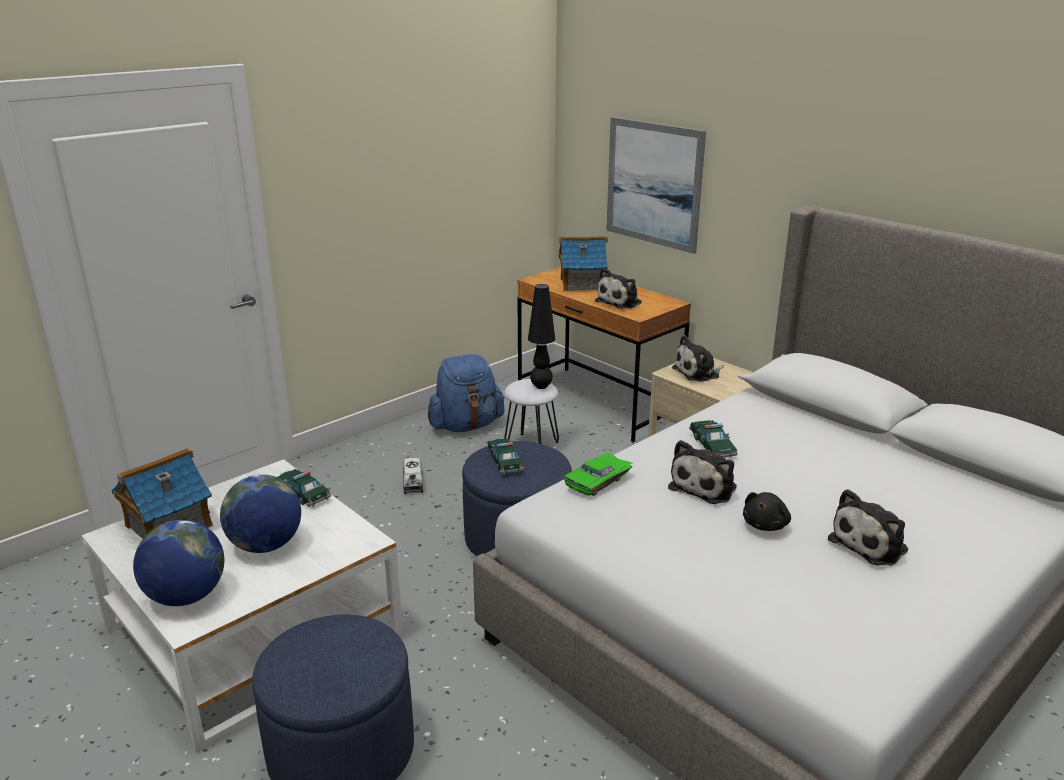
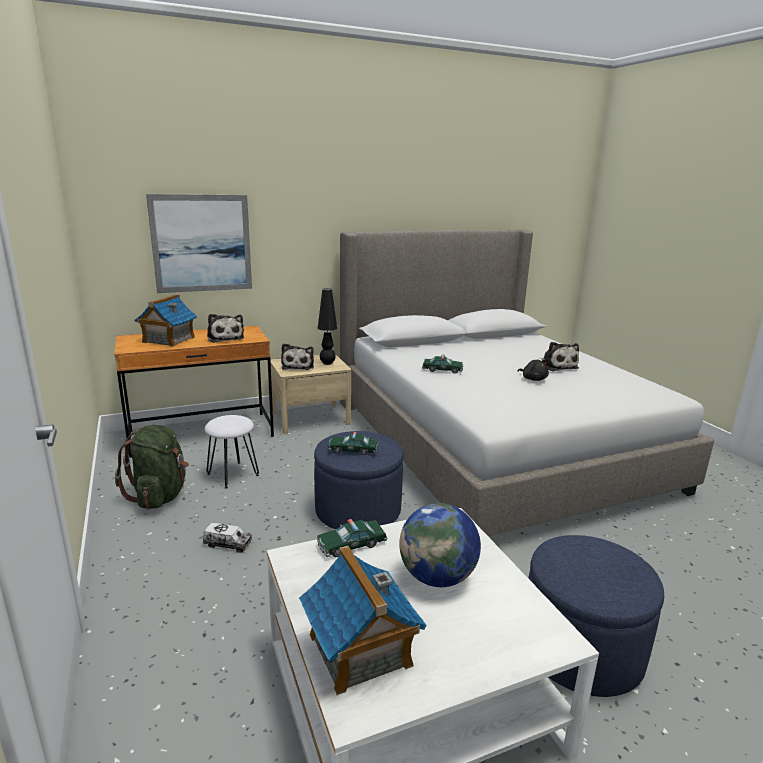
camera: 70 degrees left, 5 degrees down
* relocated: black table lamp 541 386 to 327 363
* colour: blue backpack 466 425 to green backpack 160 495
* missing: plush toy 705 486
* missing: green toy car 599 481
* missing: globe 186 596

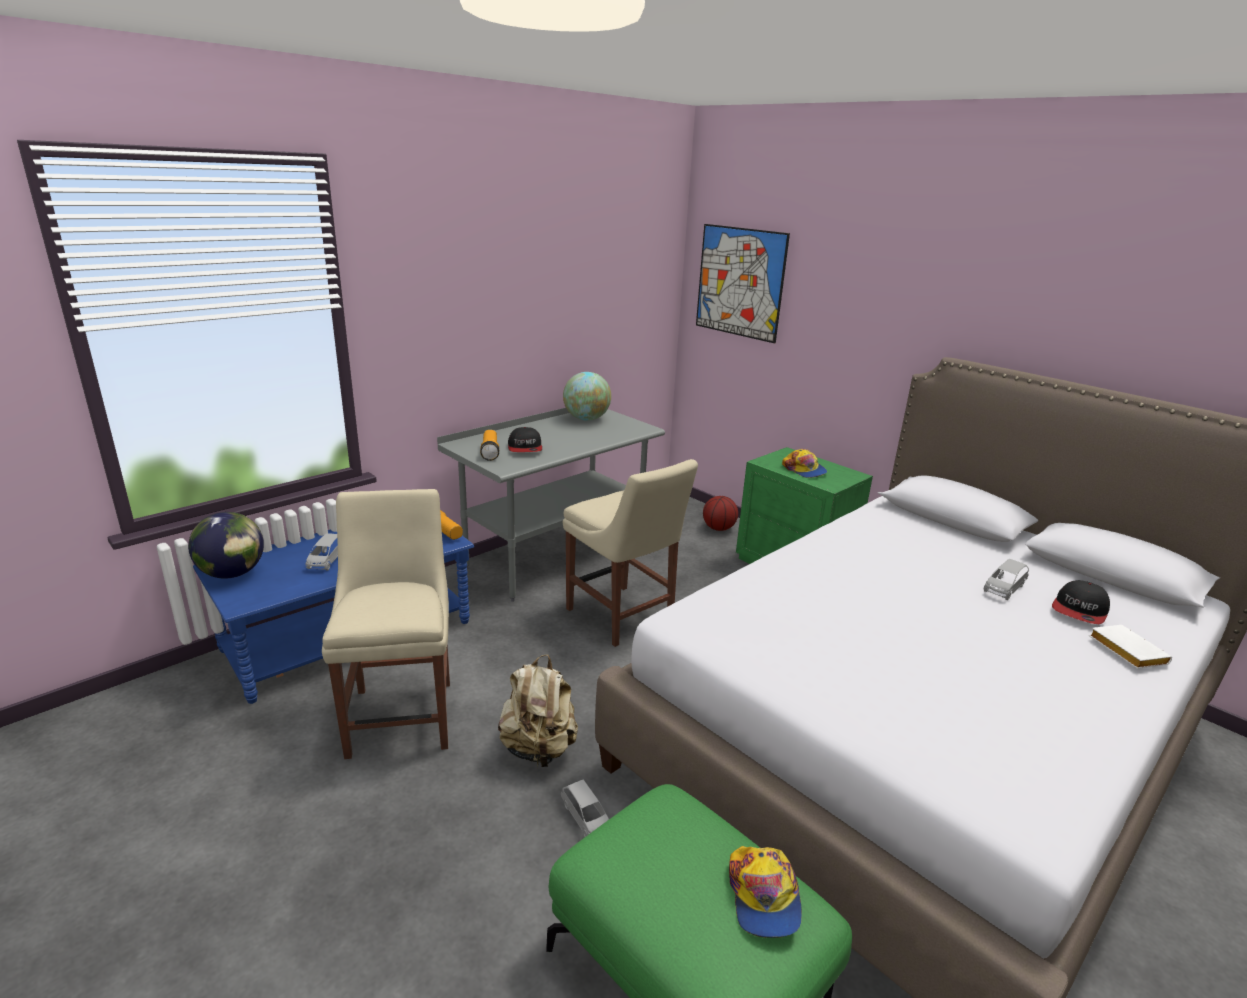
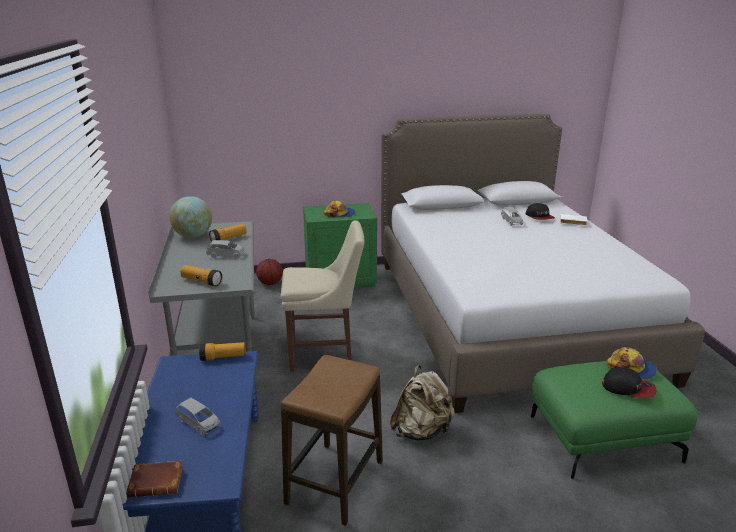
camera: 55 degrees left, 0 degrees up
* missing: picture 740 282
* relocated: cap 525 448 to 628 388
* exchanged: beige chair 402 713 to stool 335 482
* exchanged: globe 233 573 to brown book 158 482
* relocated: grey toy car 586 817 to 226 255
* appeared: flashlight 228 239

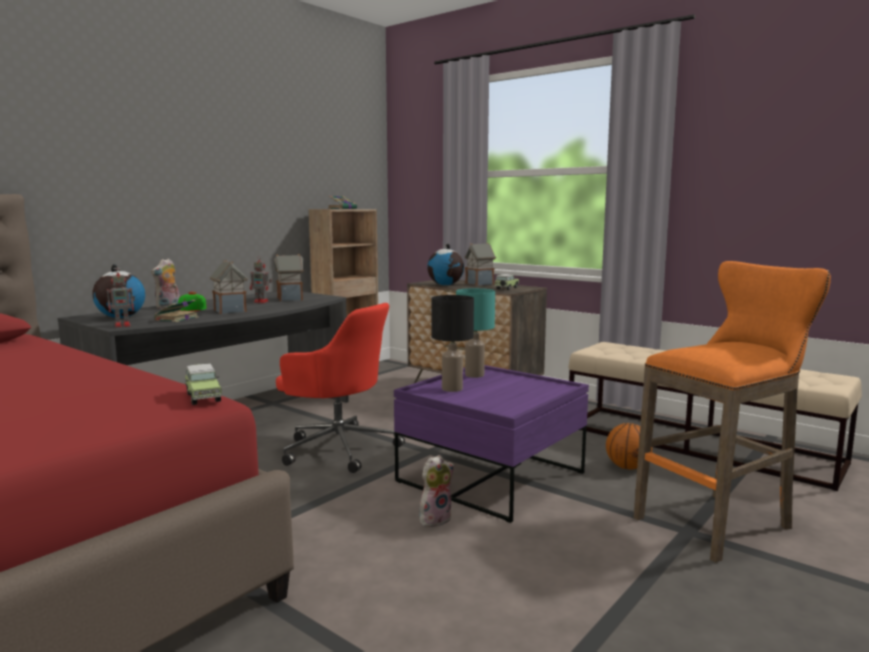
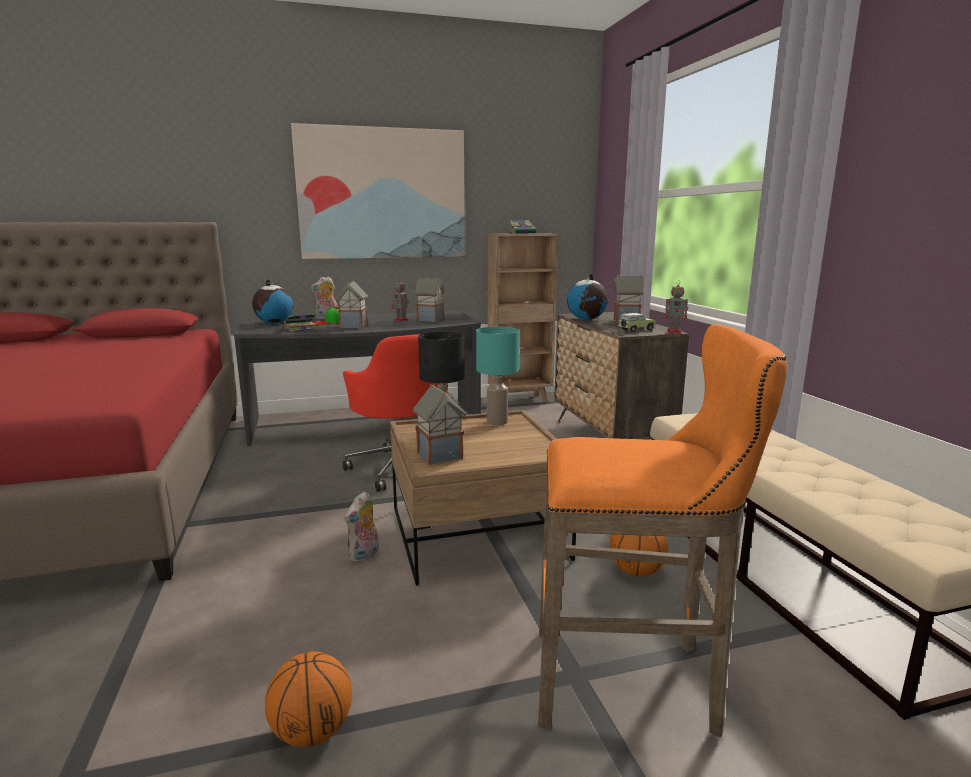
camera: 35 degrees right, 5 degrees up
* relocated: toy robot 123 325 to 675 332
* missing: toy car 203 397
* colour: purple coffee table 490 477 to brown coffee table 477 533
* spun: plush toy 435 519 = 364 556 120 degrees clockwise
* appeared: picture 383 194
* appeared: toy house 440 456
* appeared: basketball 312 732

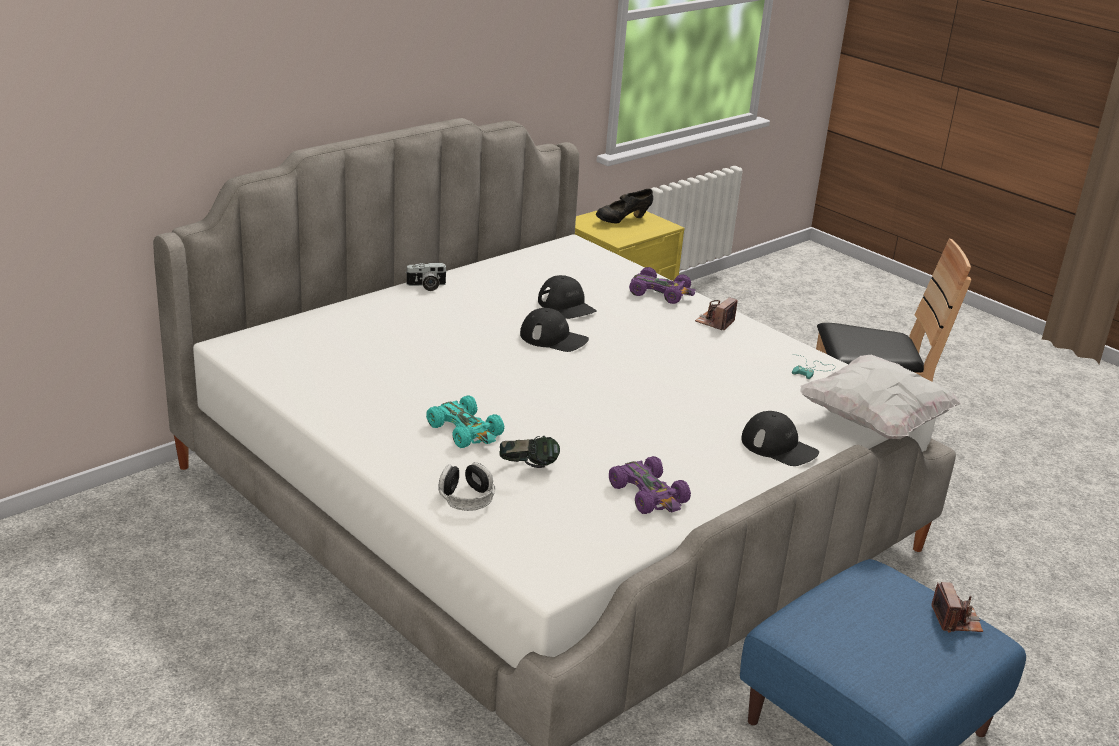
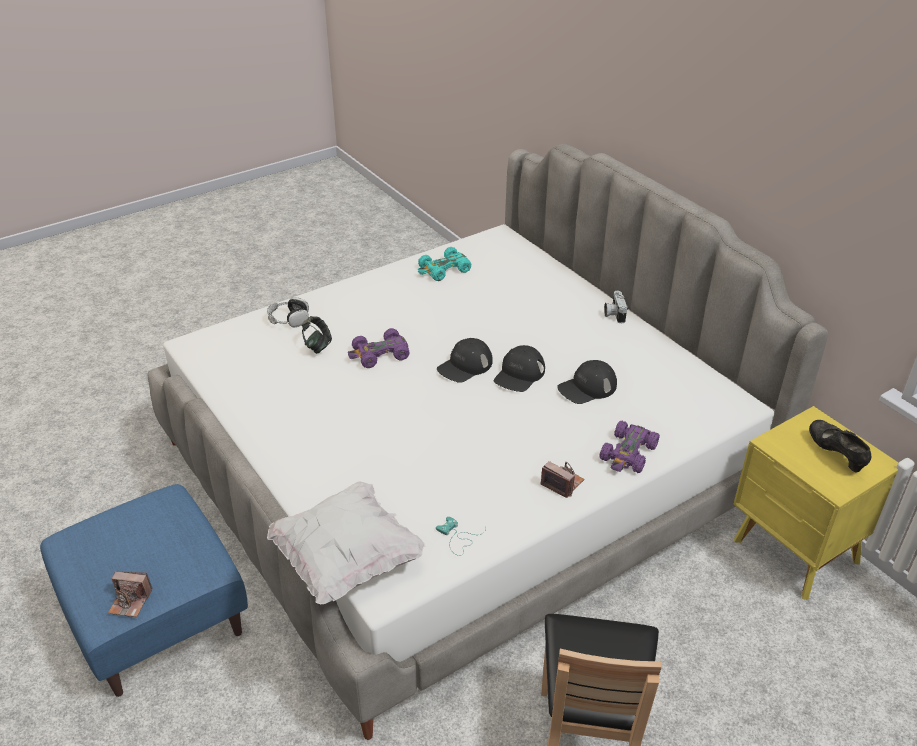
camera: 100 degrees right, 10 degrees up
* relocated: turquoise toy car 466 431 to 444 270
* relocated: black cap 779 447 to 465 366
* relocated: purple toy car 649 494 to 379 354

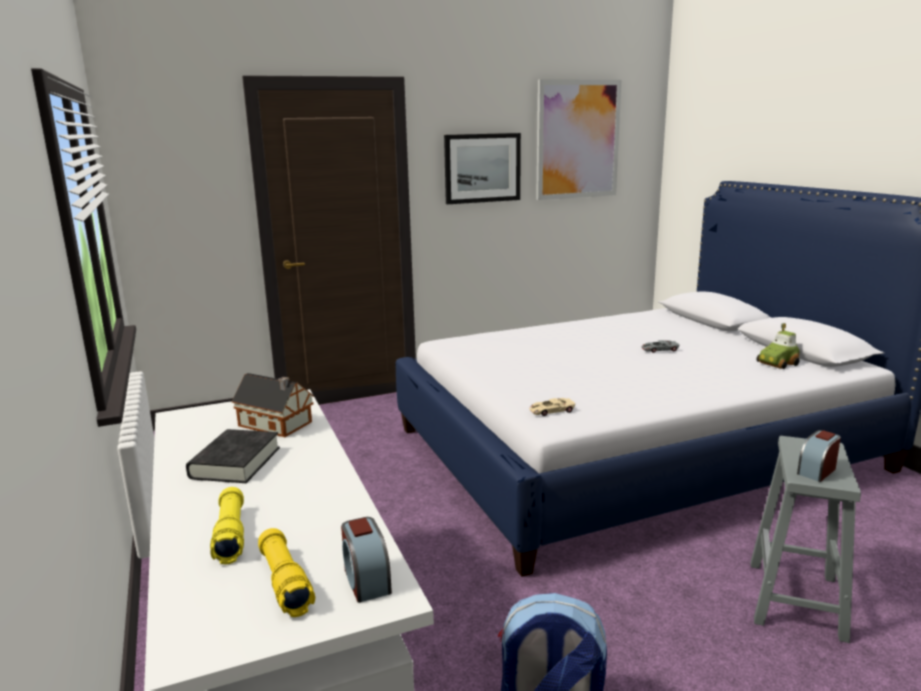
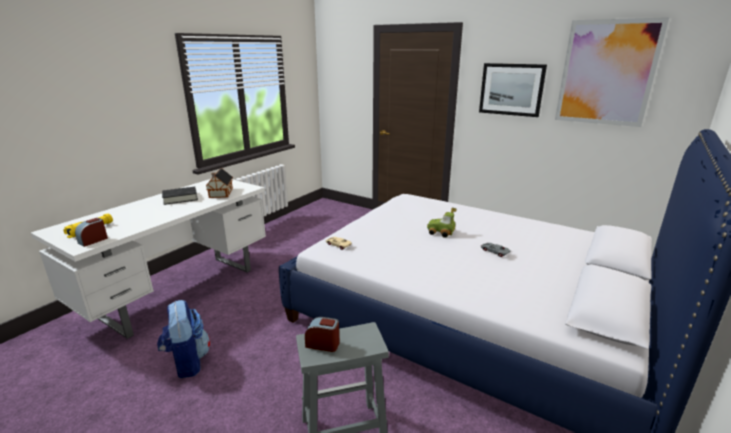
camera: 55 degrees right, 5 degrees up
* relocated: toy car 778 364 to 440 232
* missing: yellow flashlight 231 535

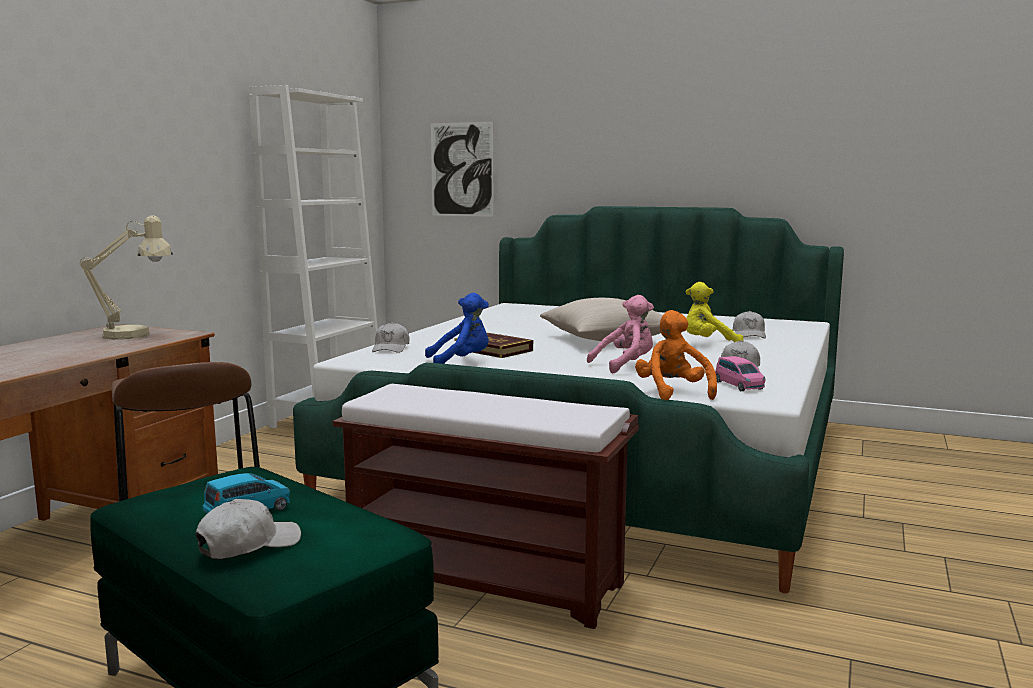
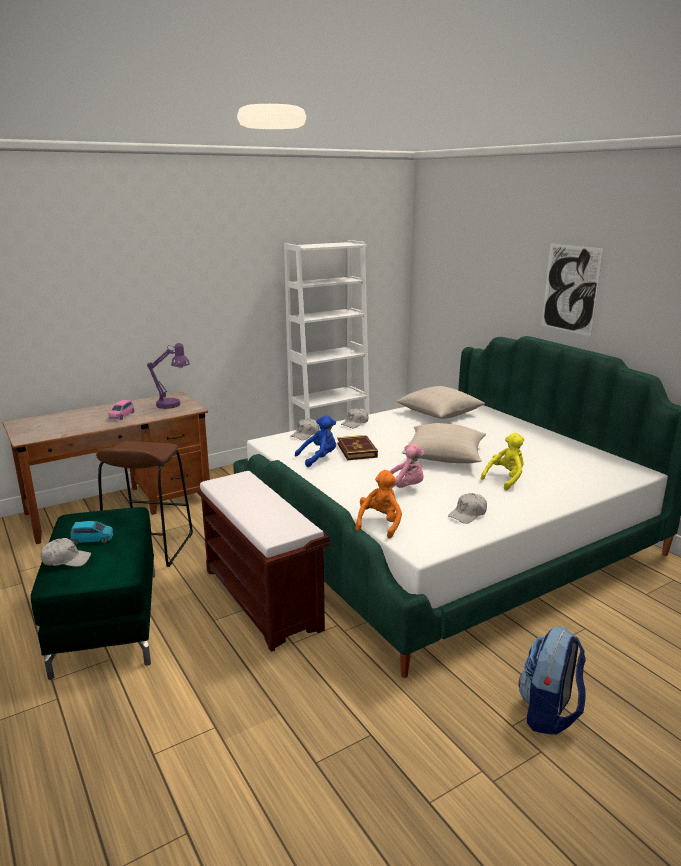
camera: 35 degrees right, 10 degrees up
* relocated: picture 462 169 to 570 289
* colour: beige table lamp 136 335 to purple table lamp 173 405
* spun: yellow plush toy 708 344 = 505 479 105 degrees clockwise
* spun: blue plush toy 461 362 = 319 458 45 degrees counterclockwise
* relocated: white cap 749 335 to 355 423
* relocated: pink toy car 739 385 to 122 416
* appeared: beige pillow 439 413
* appeared: backpack 549 713

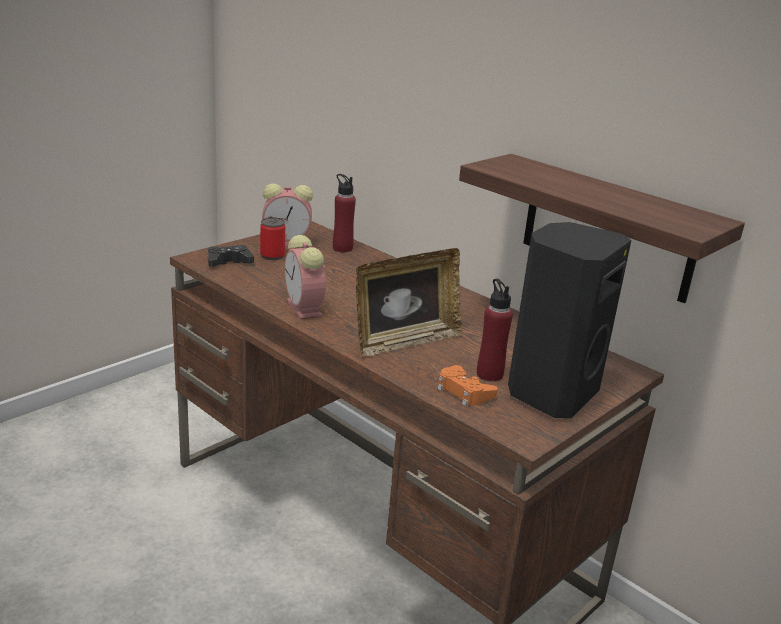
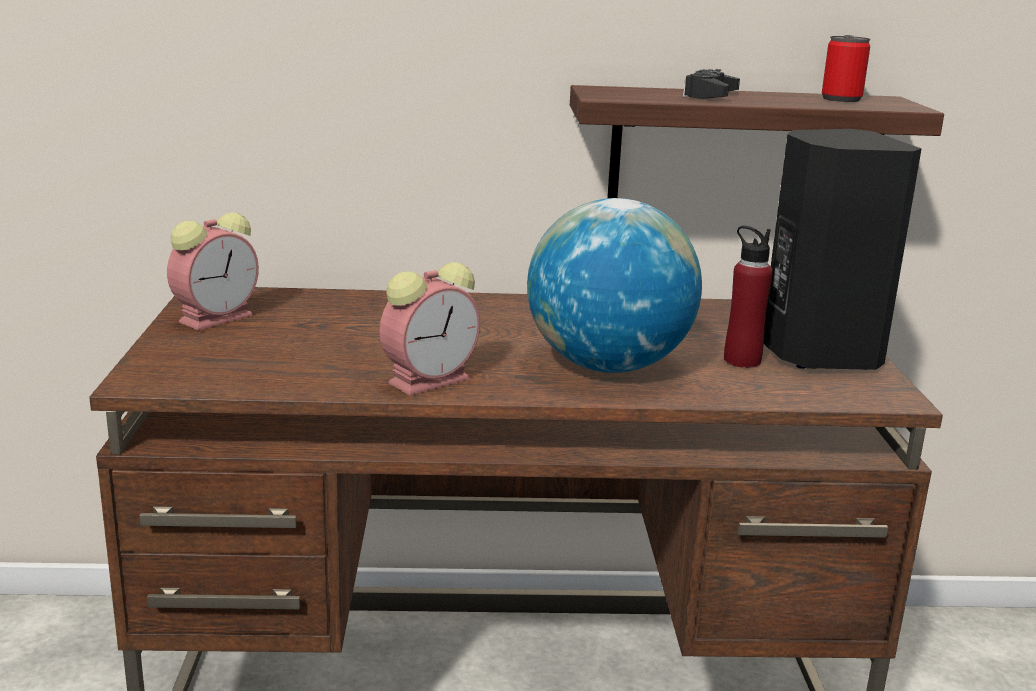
camera: 45 degrees left, 5 degrees down
* missing: red bottle 342 248
* relocated: can 272 256 to 841 99
* spun: alarm clock 305 309 = 431 379 60 degrees counterclockwise
* relocated: black game controller 229 262 to 710 95
* exchanged: picture frame 405 341 to globe 607 366
* missing: orange game controller 464 392

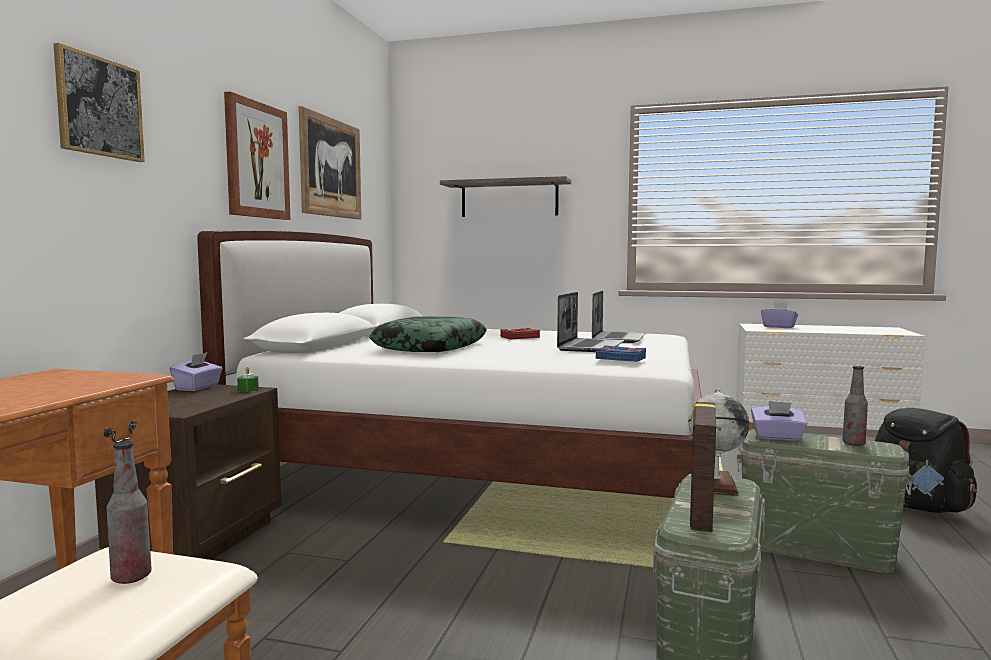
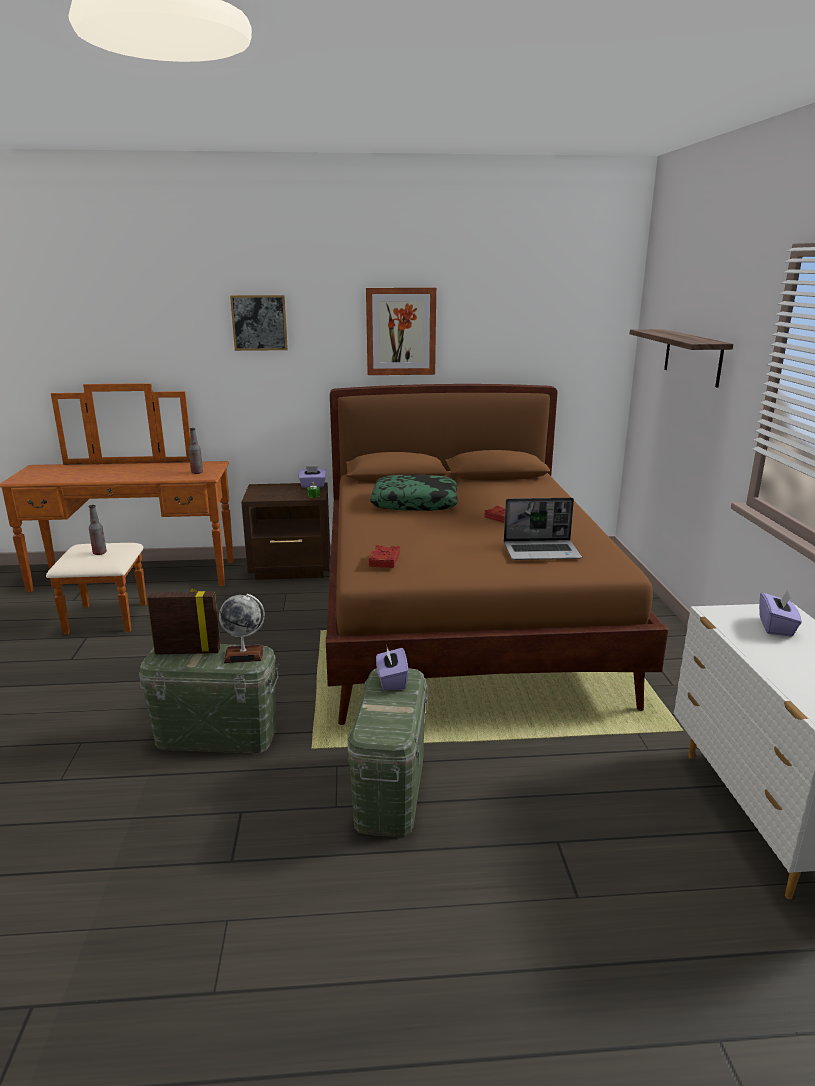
camera: 70 degrees right, 15 degrees up
* missing: picture 331 167
* colour: white bed 484 472 to brown bed 462 619
* missing: laptop 590 347
* colour: blue book 620 358 to red book 384 560
* relocated: bottle 853 443 to 197 473
* missing: black backpack 917 506

